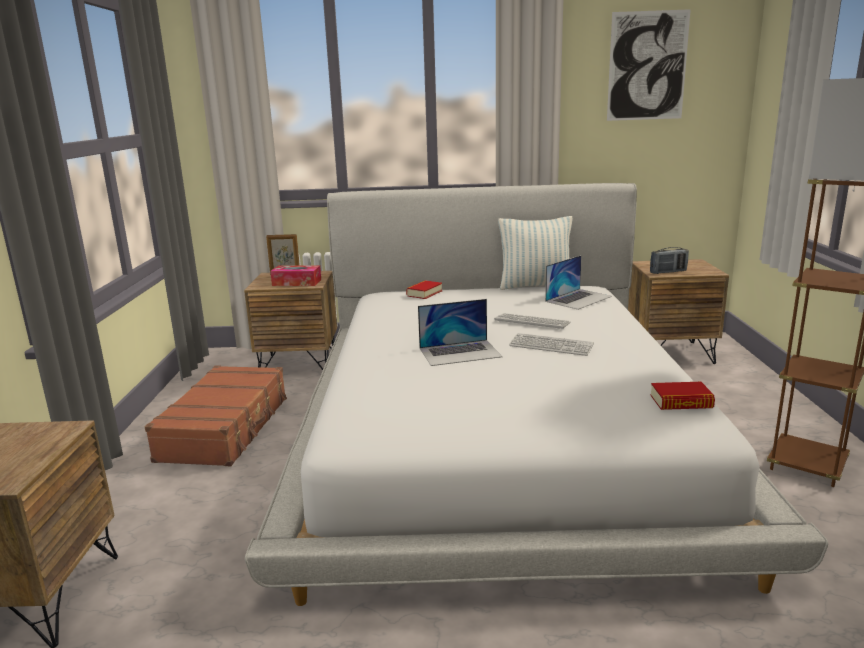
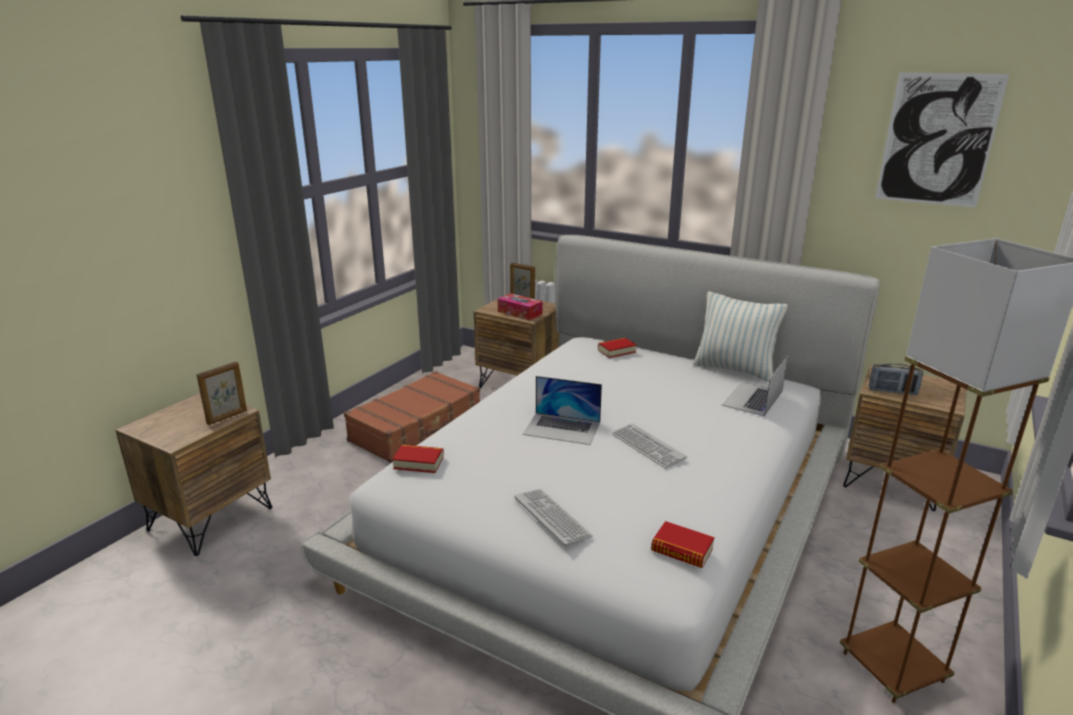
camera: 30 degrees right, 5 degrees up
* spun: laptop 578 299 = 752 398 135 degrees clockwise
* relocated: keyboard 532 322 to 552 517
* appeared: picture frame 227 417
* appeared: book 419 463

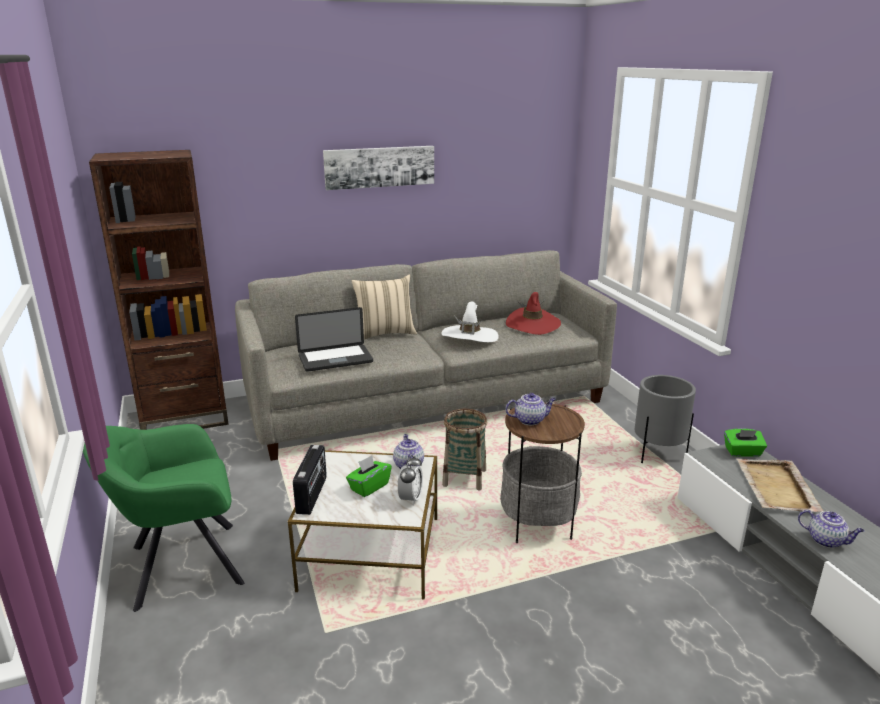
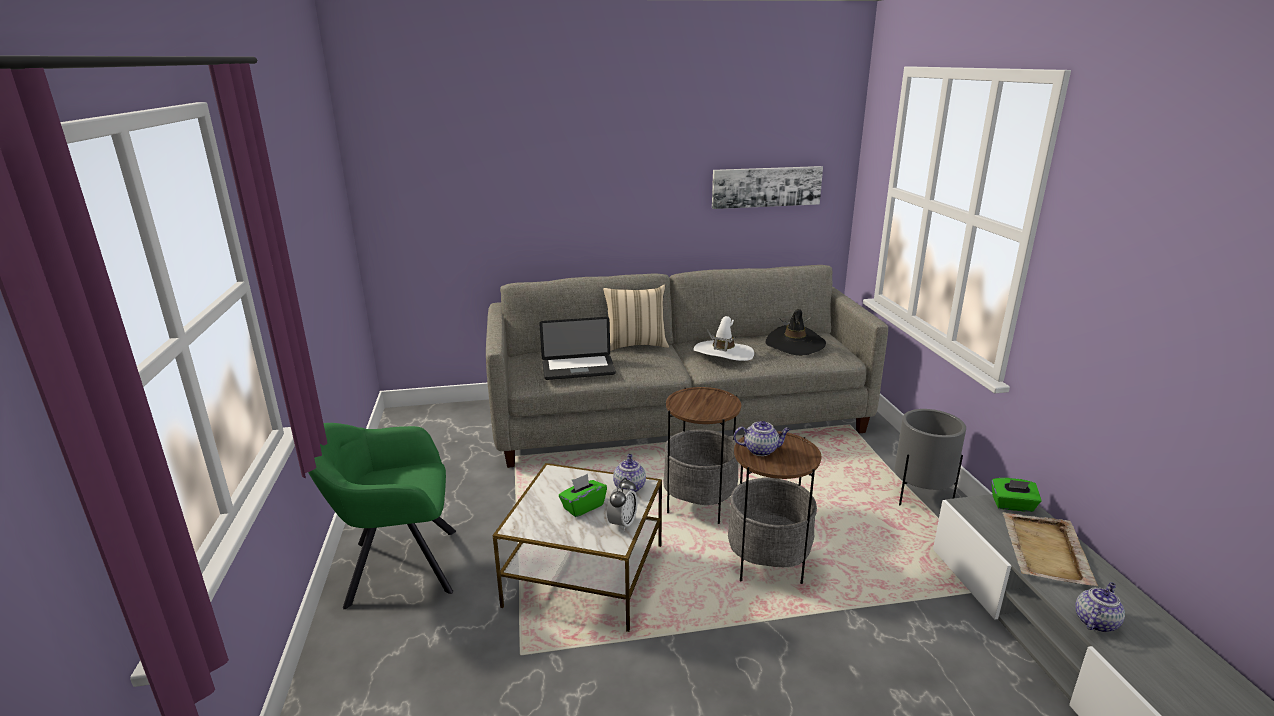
camera: 10 degrees right, 0 degrees up
* relocated: picture 379 167 to 766 187
* missing: brown bookcase 185 418
* colour: red hat 533 324 to black hat 795 344
* exchanged: basket 464 478 to side table 700 504
* missing: radio 312 495
* spun: teapot 826 540 = 1095 621 90 degrees counterclockwise

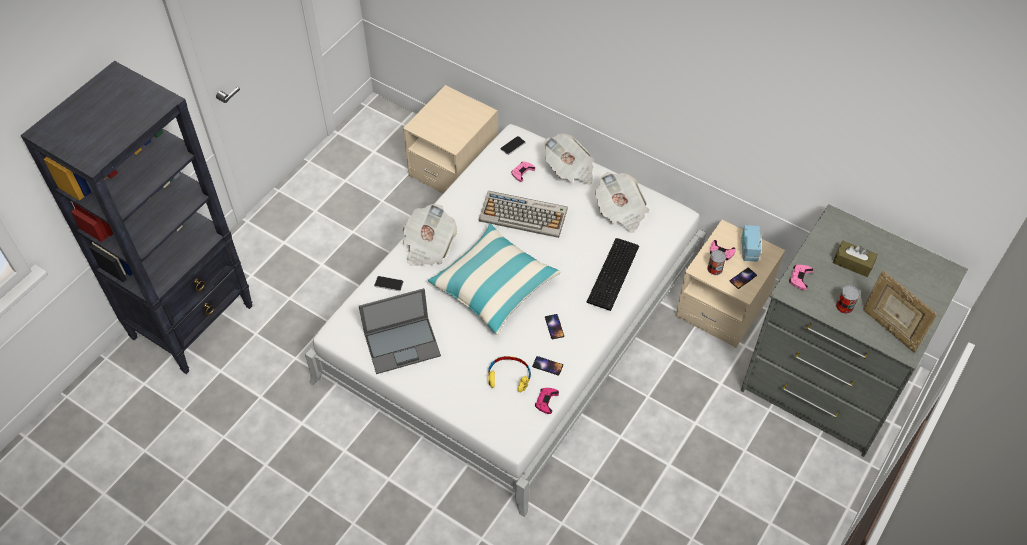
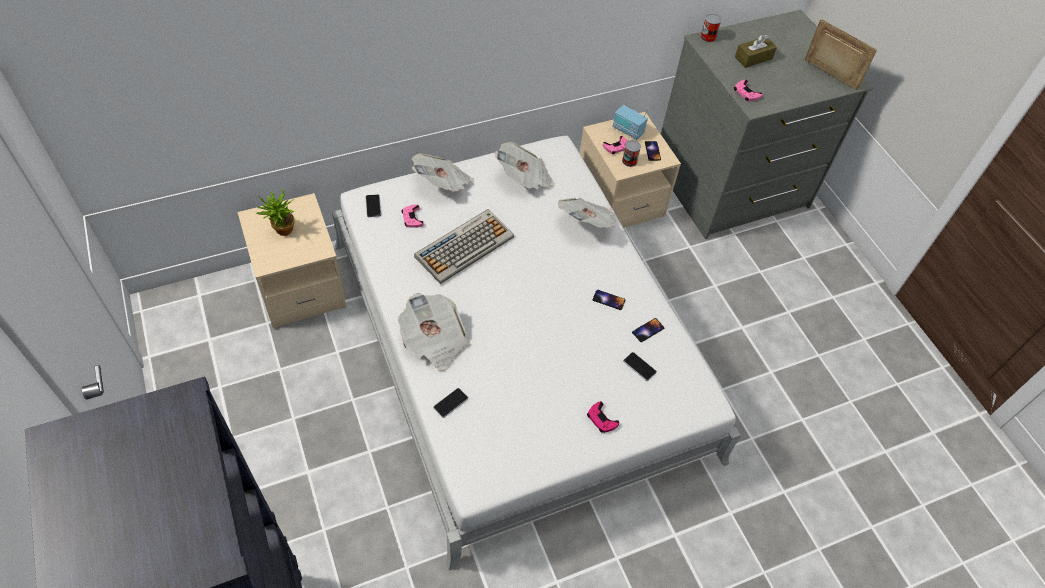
camera: 60 degrees left, 0 degrees up
* missing: pillow 494 286
* exchanged: keyboard 615 273 to newspaper 587 223
* spun: picture frame 890 328 = 829 77 135 degrees counterclockwise
* relocated: can 844 306 to 708 37
* missing: laptop 403 344
* exchanged: yellow headphones 509 377 to phone 639 366
* relocated: pink game controller 546 401 to 601 419
* appeared: potted plant 282 232

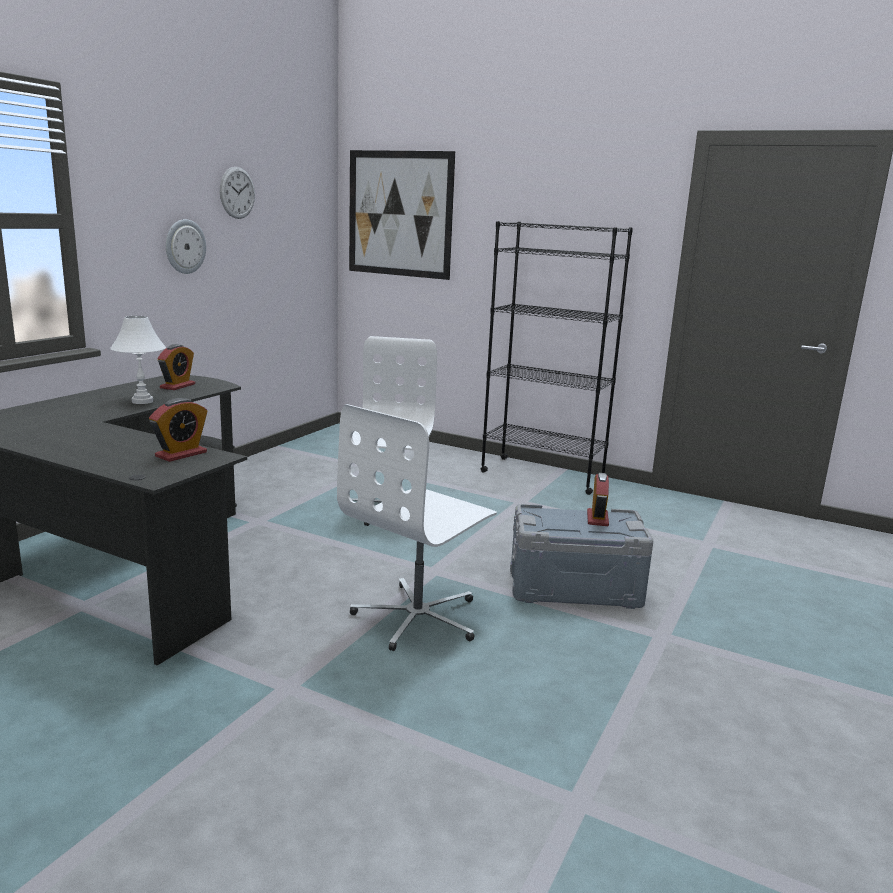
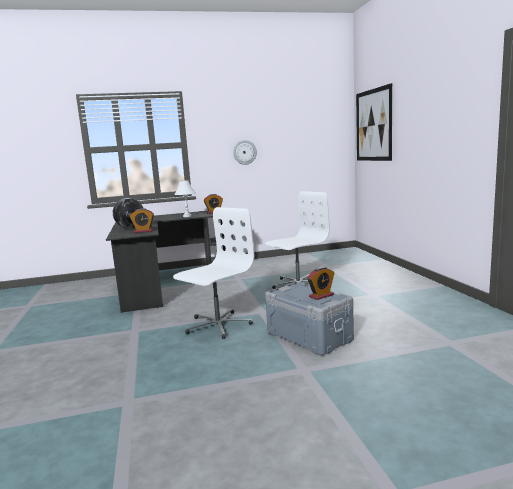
camera: 50 degrees right, 5 degrees down
* missing: wall clock 237 193
* missing: black bookcase 542 475
* spun: white office chair 418 617 = 217 325 135 degrees clockwise
* appeared: globe 130 228

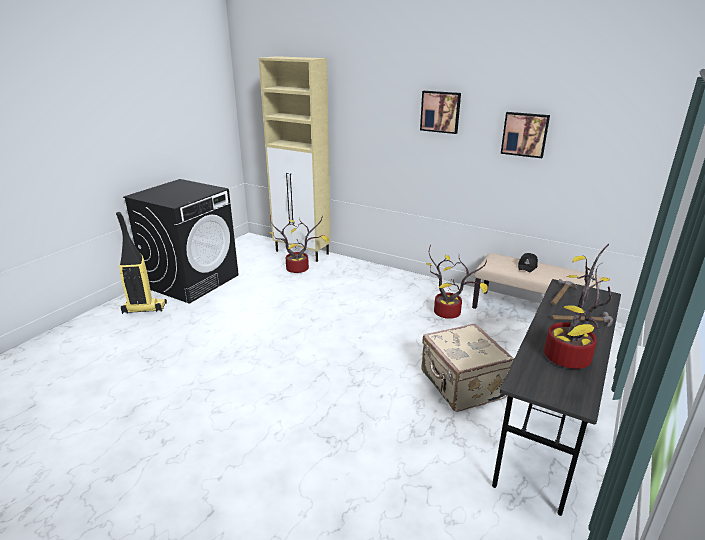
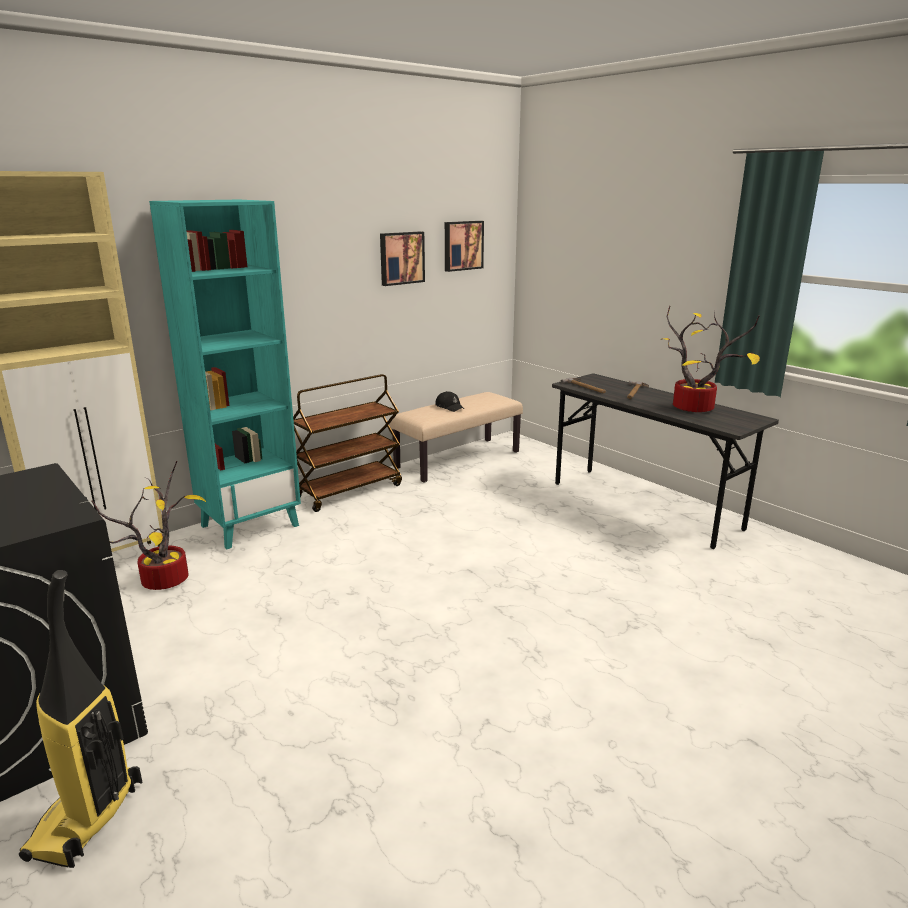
camera: 70 degrees left, 5 degrees down
* relocated: picture 440 111 to 462 245
* missing: potted plant 449 312
* missing: beige suitcase 461 385
* appeared: turquoise bookcase 250 525
* appeared: brown cart 349 491

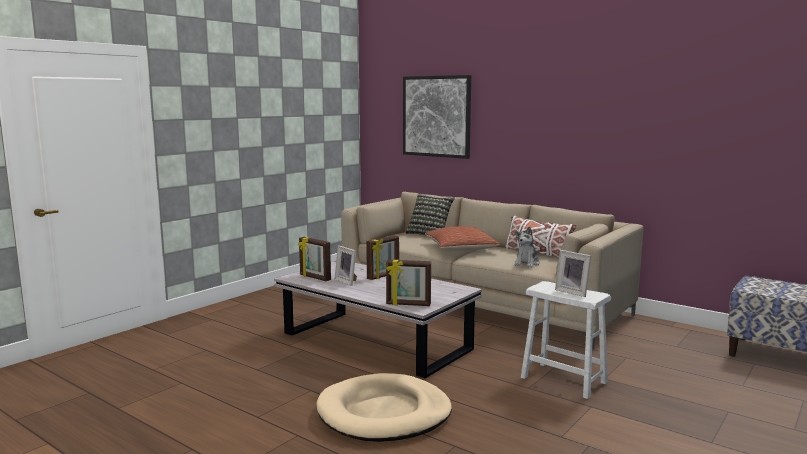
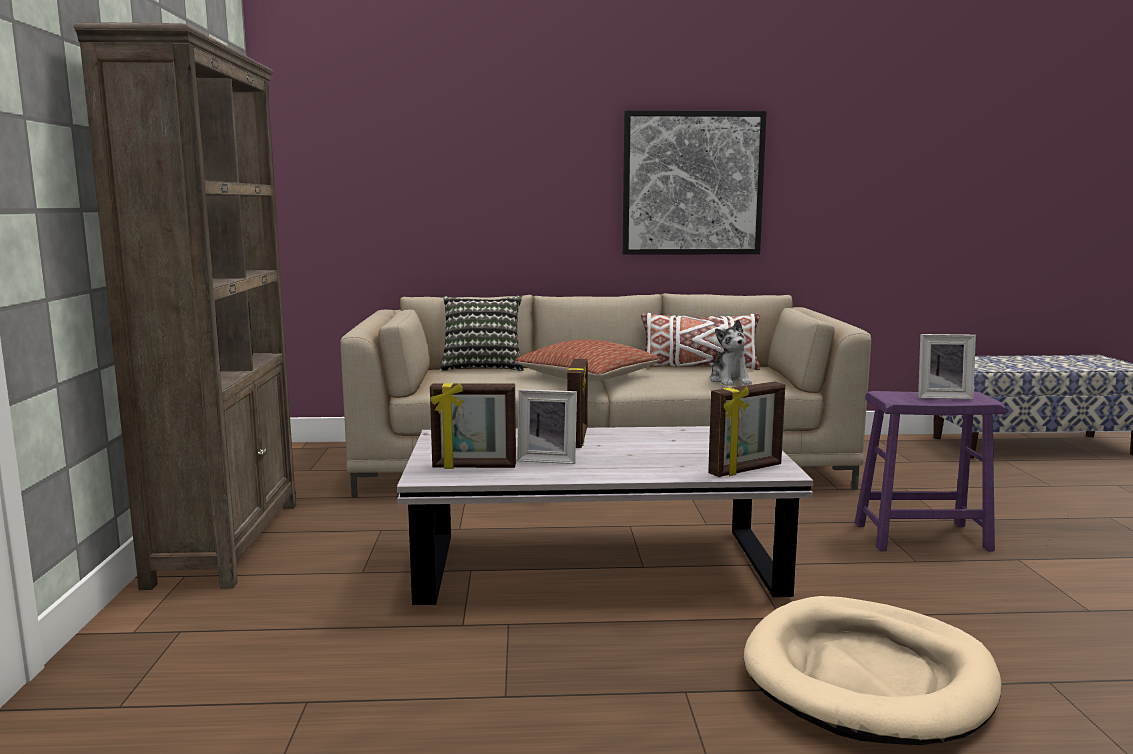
camera: 40 degrees left, 0 degrees up
* relocated: picture 436 116 to 692 183
* colour: white stool 563 380 to purple stool 921 536
* appeared: brown bookcase 227 541

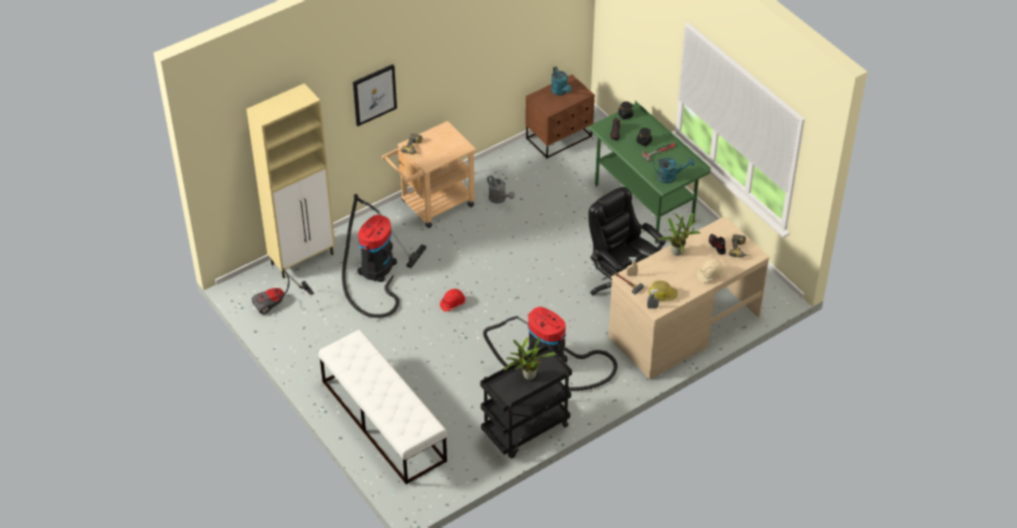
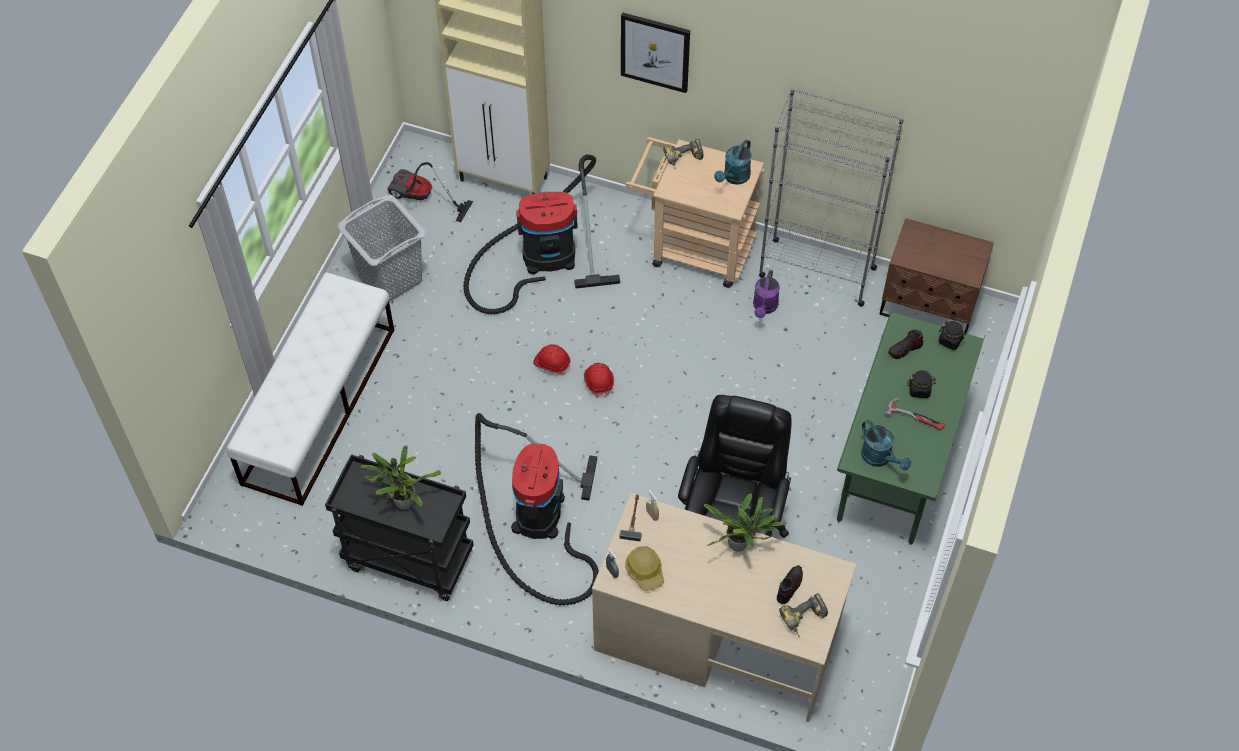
camera: 55 degrees right, 10 degrees up
* relocated: turquoise watering can 560 92 to 734 178
* colour: grey watering can 499 199 to purple watering can 764 307
* missing: beige hard hat 710 274
* appeared: grey bookcase 816 272
* appeared: grey laundry basket 390 278
* appeared: red hard hat 599 382

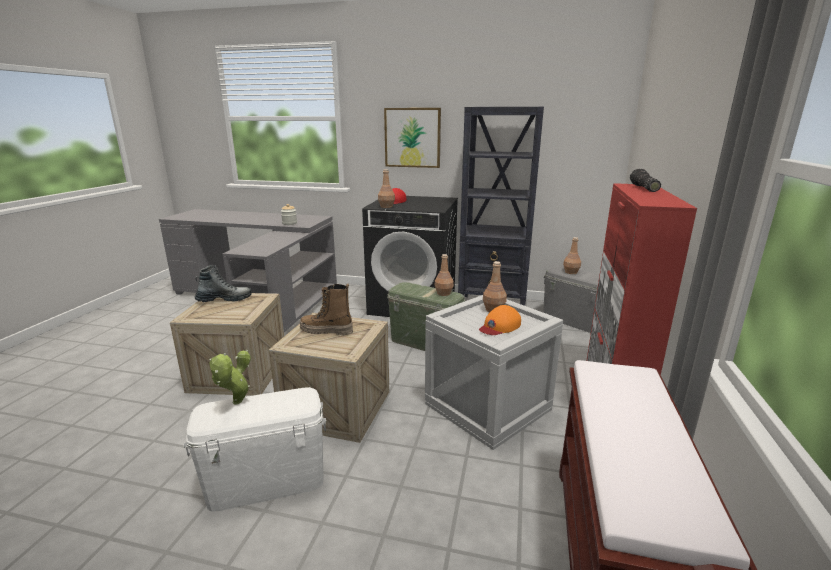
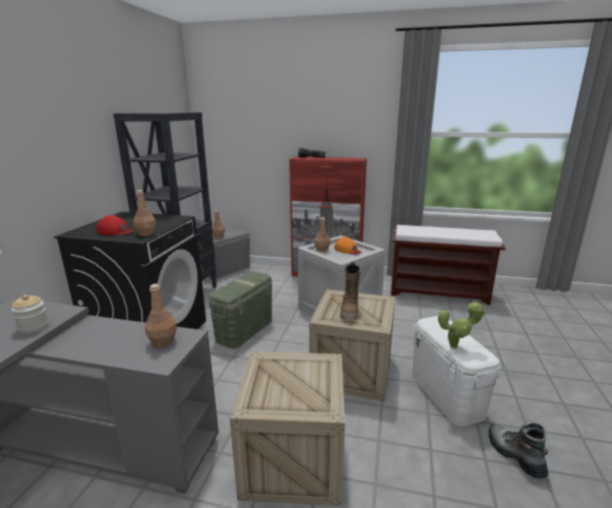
camera: 90 degrees left, 0 degrees up
* missing: picture 412 138
* relocated: brown bottle 443 293 to 163 341
* relocated: boot 224 299 to 514 455

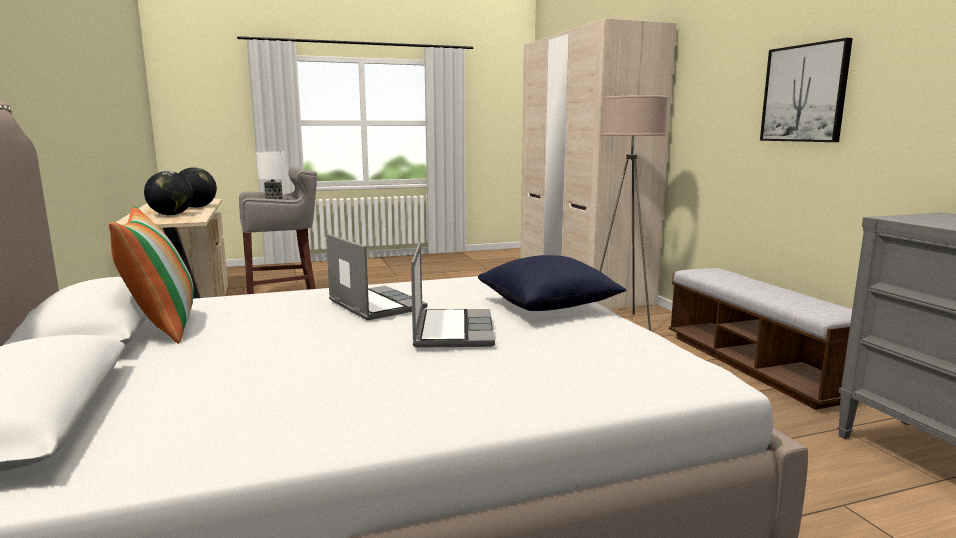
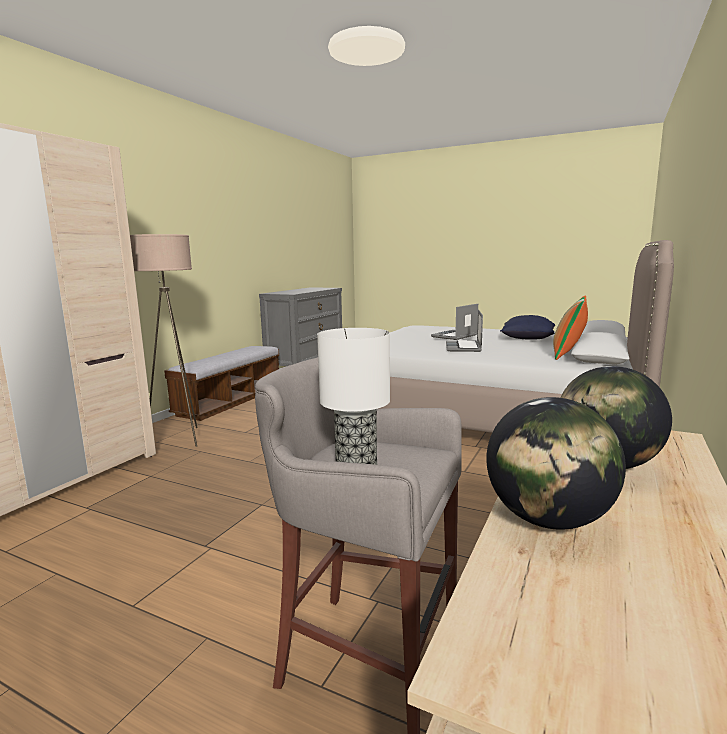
camera: 135 degrees left, 0 degrees up
* missing: picture 804 93
* relocated: blue pillow 548 306 to 527 338

